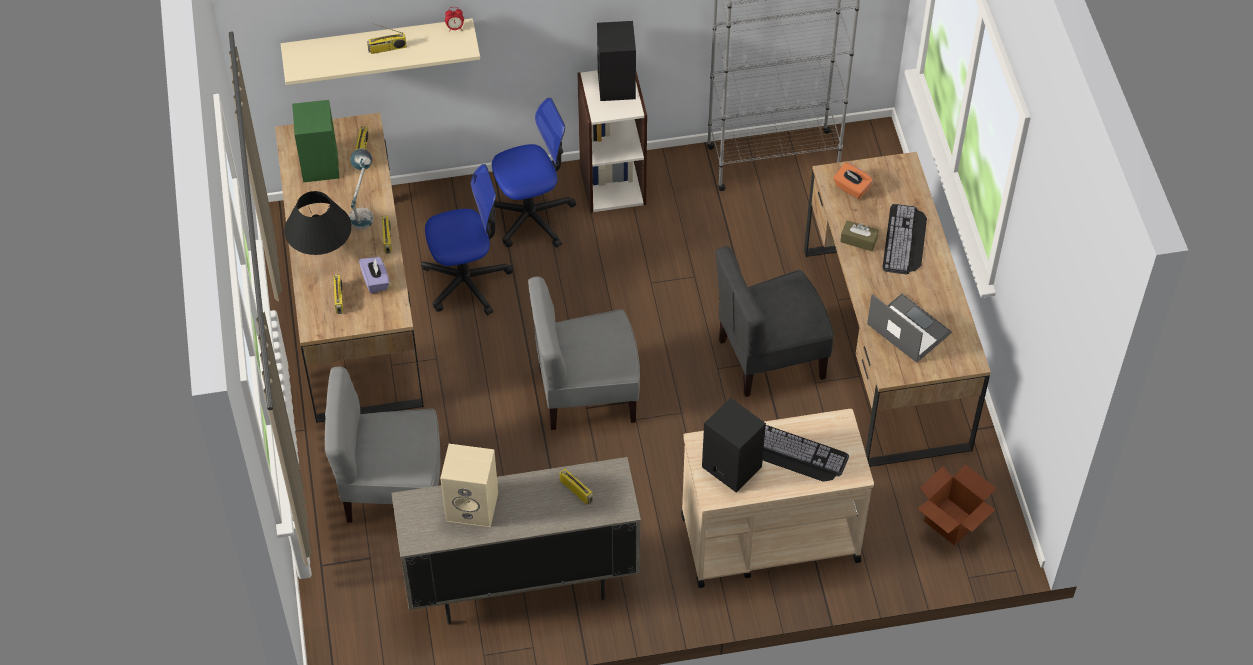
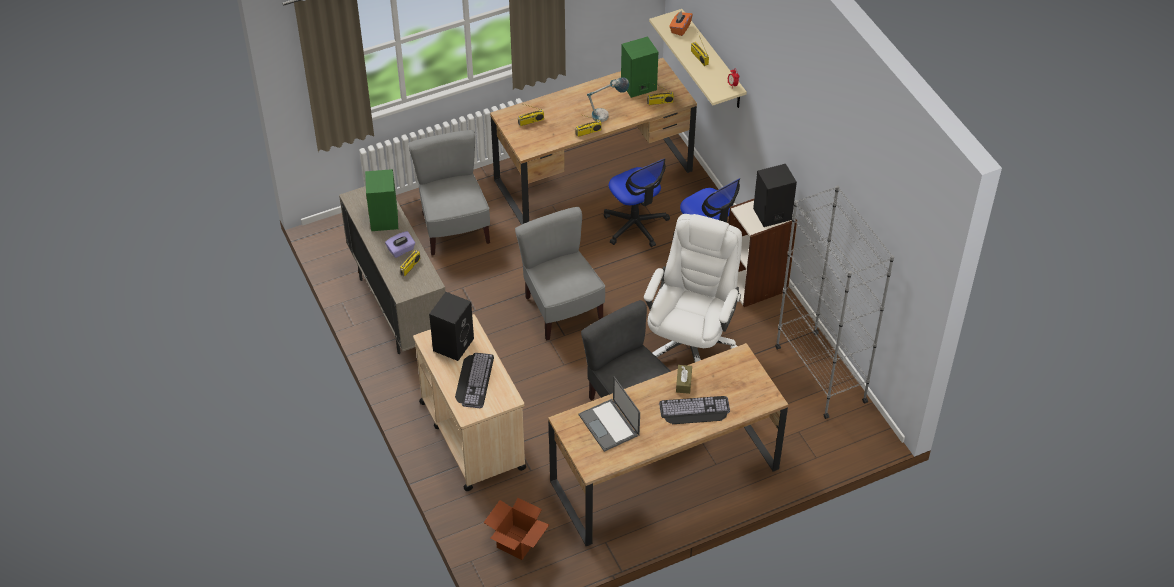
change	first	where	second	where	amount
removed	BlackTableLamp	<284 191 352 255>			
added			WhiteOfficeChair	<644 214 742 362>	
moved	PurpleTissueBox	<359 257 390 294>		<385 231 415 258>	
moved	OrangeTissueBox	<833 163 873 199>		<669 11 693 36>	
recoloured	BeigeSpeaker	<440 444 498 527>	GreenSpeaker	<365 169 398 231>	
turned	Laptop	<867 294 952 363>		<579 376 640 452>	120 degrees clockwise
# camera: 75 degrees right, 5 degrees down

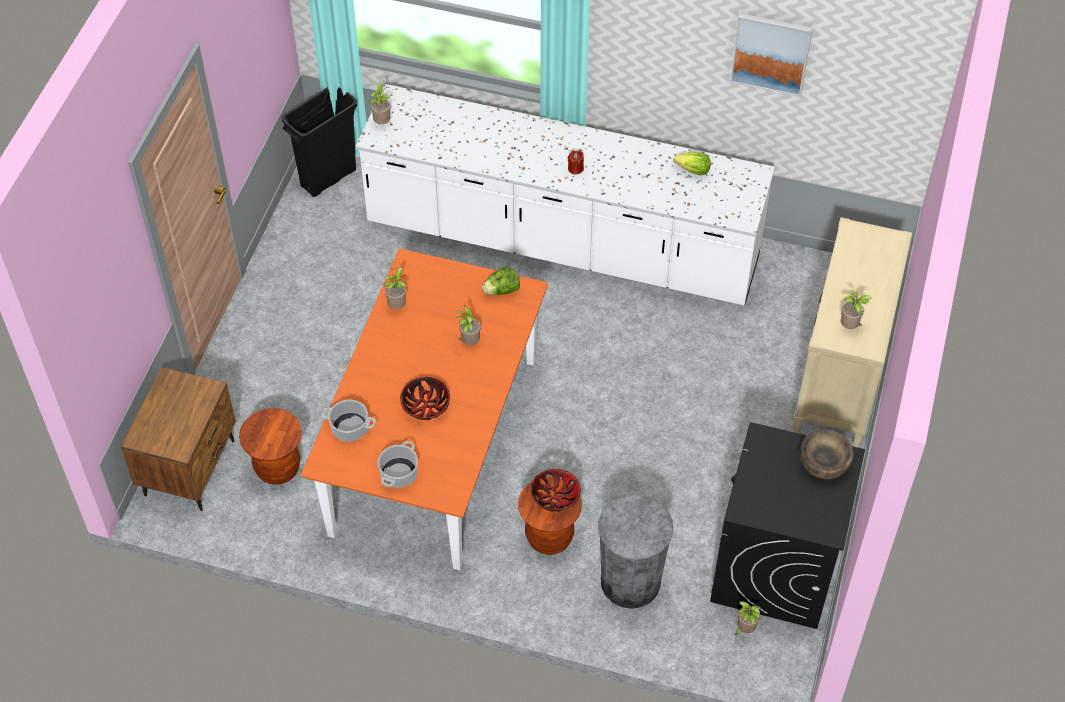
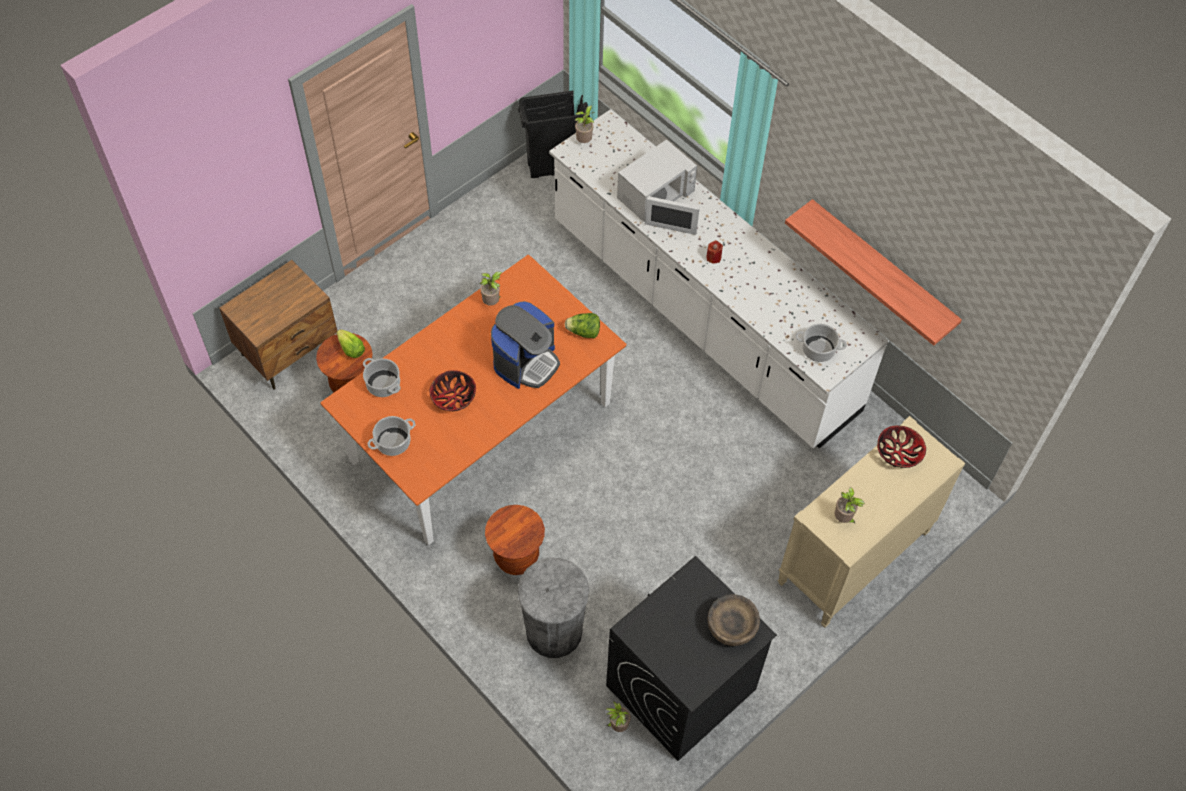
change	first	where	second	where	amount
removed	Picture	<730 13 813 97>			
added			WhiteMicrowave	<617 140 700 235>	
added			Shelf	<785 199 962 346>	
added			CookingPot	<796 324 847 362>	
moved	Bowl	<531 469 581 512>		<877 425 926 468>	
moved	Lettuce	<673 152 711 175>		<337 330 365 358>	
replaced	PottedPlant	<455 305 481 345>	CoffeeMachine	<491 301 560 389>	
# camera: 30 degrees right, 5 degrees up

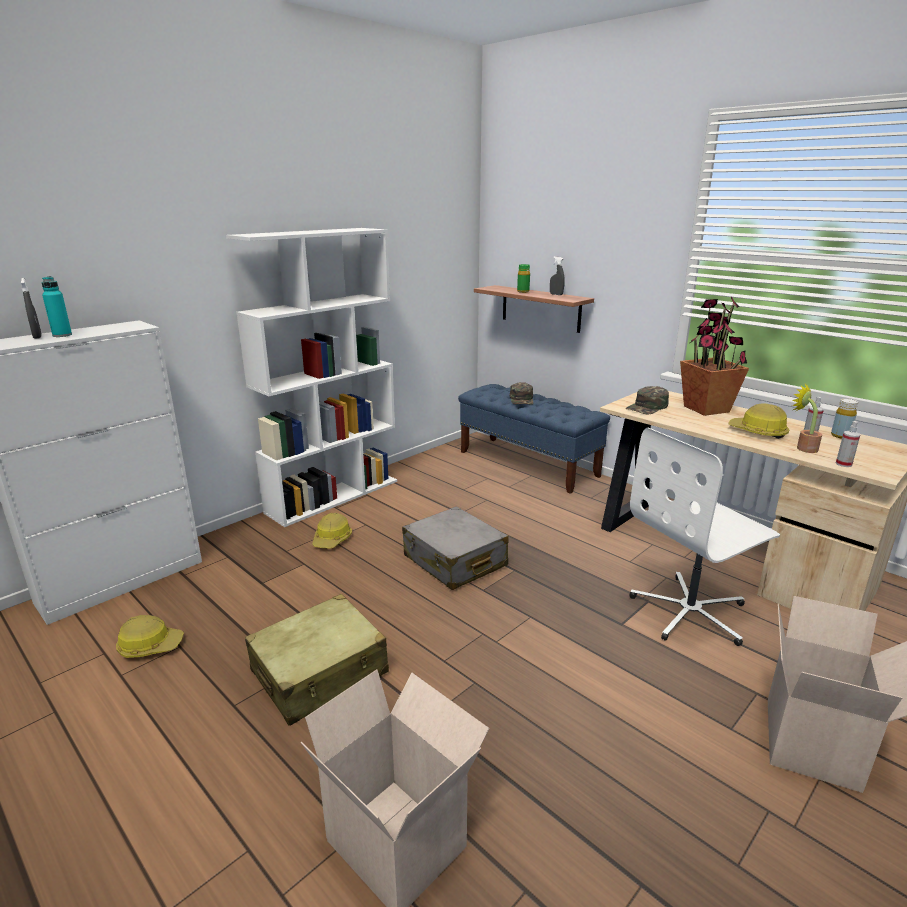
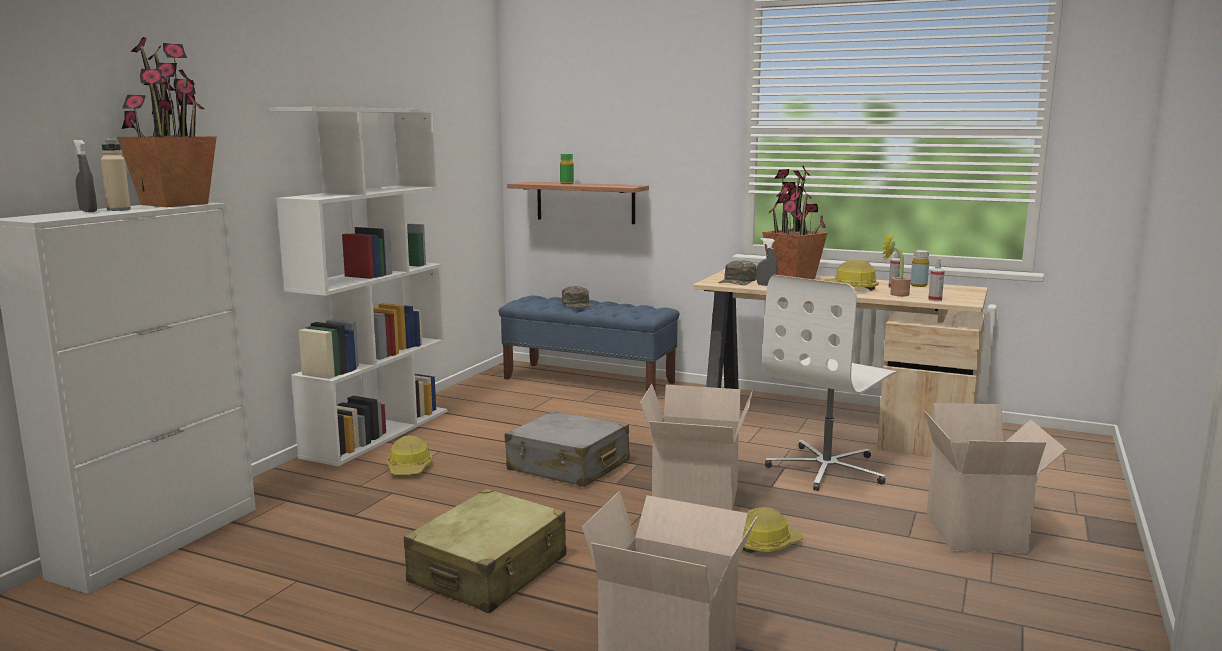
change	first	where	second	where	amount
added			PottedPlant	<117 37 217 207>	
added			CardboardBox	<640 384 753 510>	
moved	HardHat	<116 615 184 658>		<743 507 804 553>	
moved	GreySprayBottle	<550 256 565 295>		<757 238 778 286>	
recoloured	TurquoiseBottle	<42 276 72 337>	BeigeBottle	<101 138 131 211>	
# camera: 20 degrees left, 10 degrees down

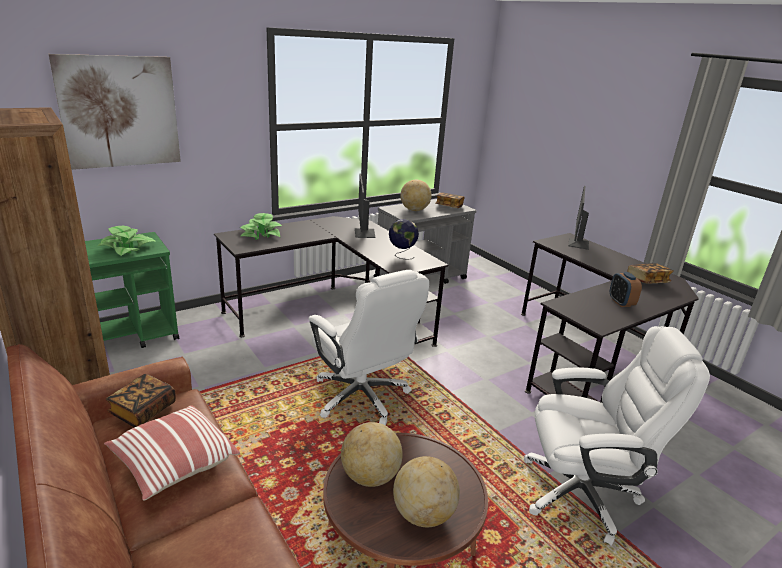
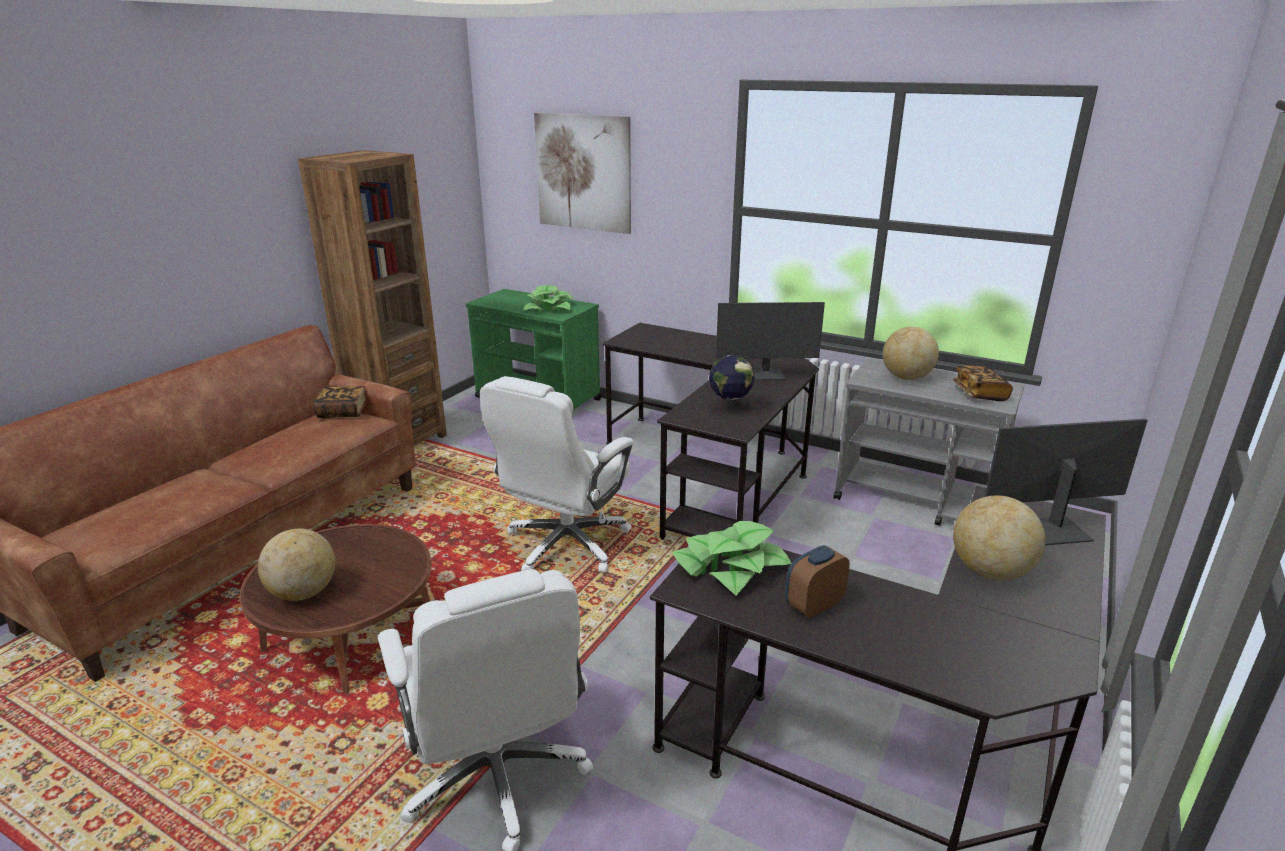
change	first	where	second	where	amount
removed	Pillow	<104 405 240 501>			
removed	Book	<627 263 674 283>			
moved	PottedPlant	<240 213 282 240>		<672 521 791 596>	
moved	Globe	<341 422 403 487>		<953 495 1046 580>	
turned	Monitor	<355 173 376 238>		<716 302 825 380>	150 degrees counterclockwise
# camera: 65 degrees right, 0 degrees up

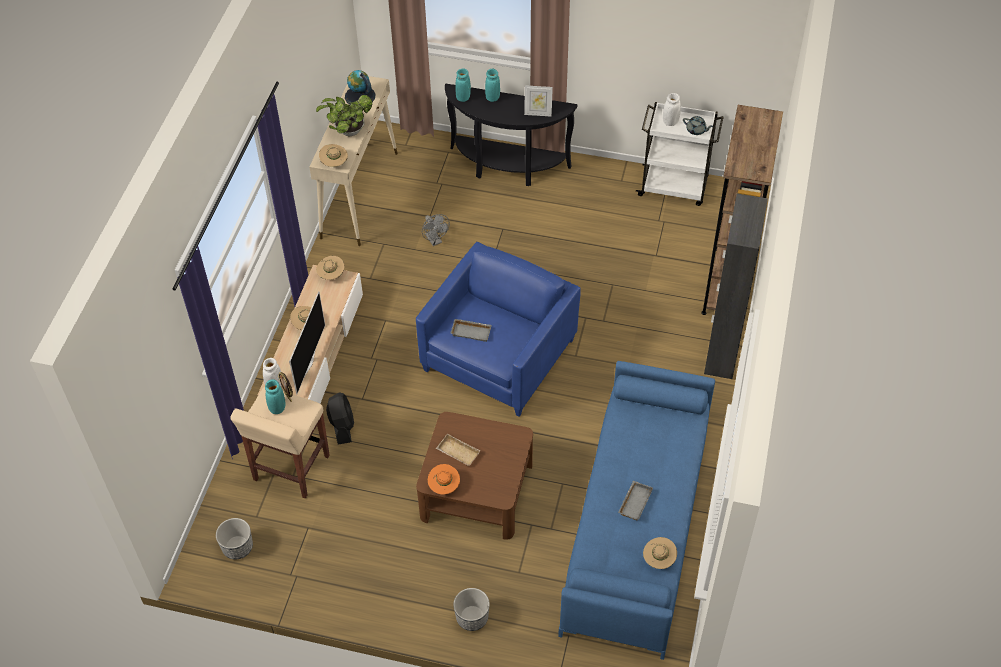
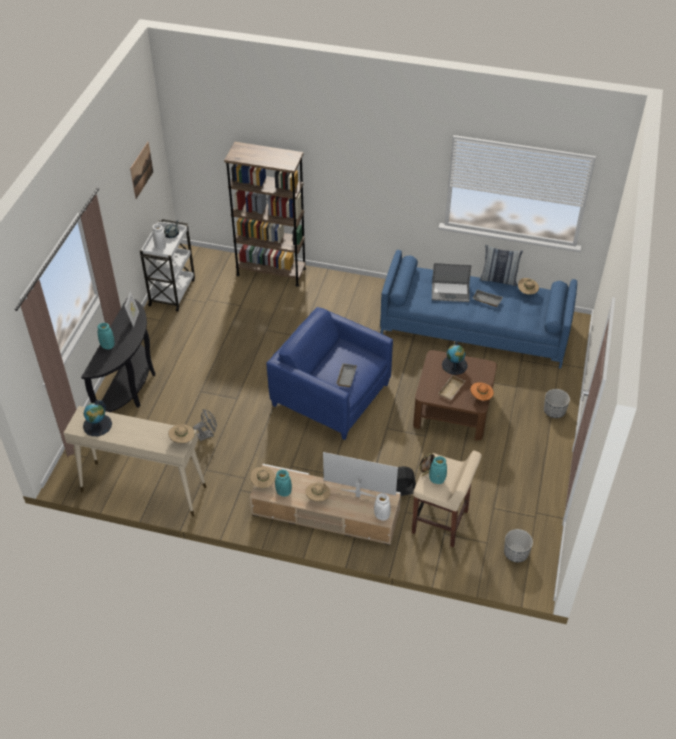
change	first	where	second	where	amount
removed	PottedPlant	<316 95 372 136>			
removed	BlackCabinet	<704 193 768 379>			
added			Picture	<130 142 153 199>	
added			Laptop	<432 263 472 302>	
added			Globe	<442 341 468 375>	
added			Pillow	<480 245 523 286>	
moved	TurquoiseVase	<455 69 471 102>		<275 470 292 497>	
# camera: 90 degrees left, 5 degrees down

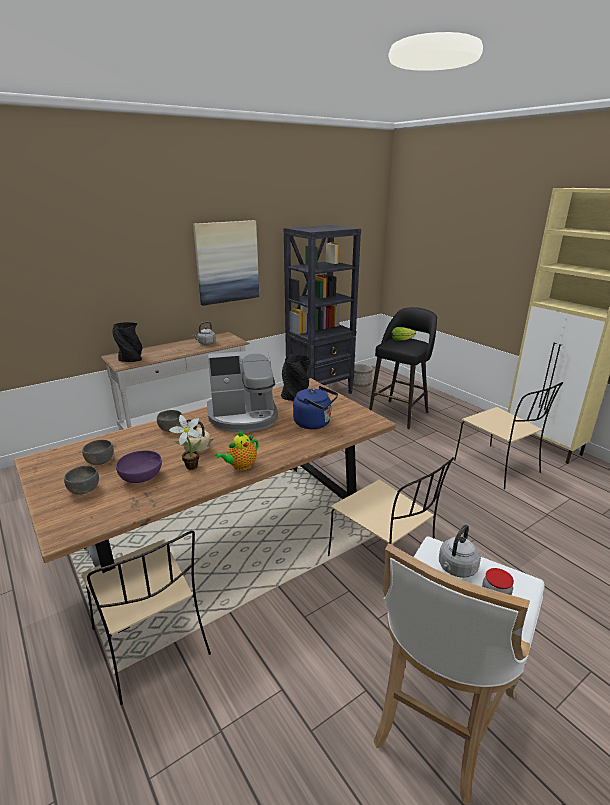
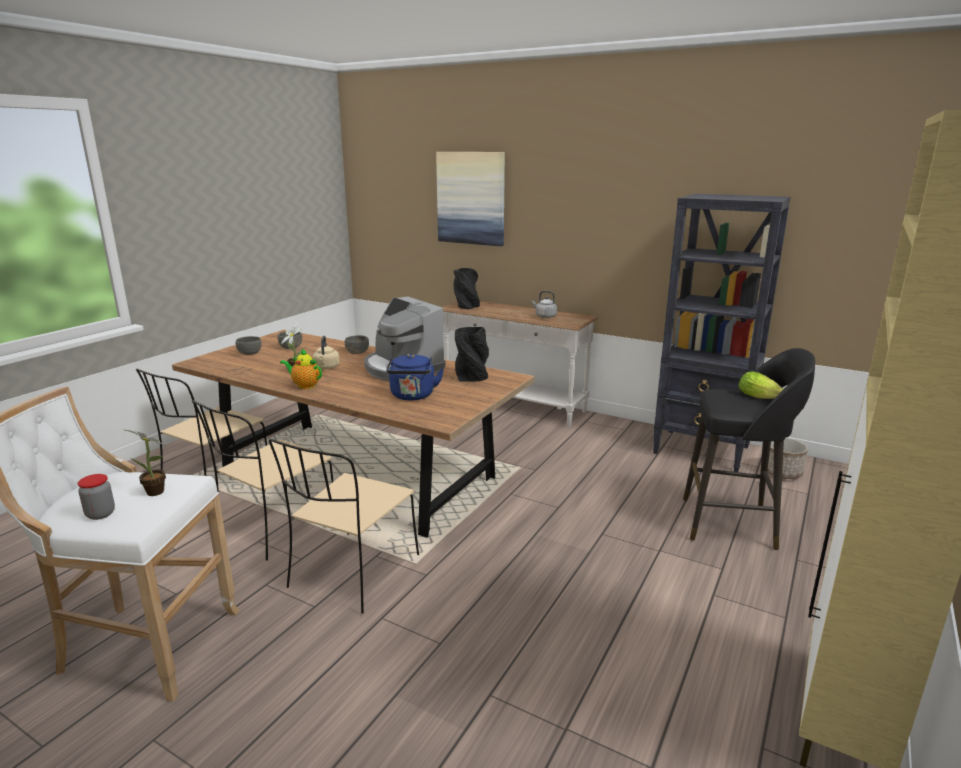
change	first	where	second	where	amount
removed	PurpleBowl	<116 450 162 483>			
moved	Picture	<193 220 259 306>		<436 152 505 246>	
moved	BeigeChair	<454 382 563 489>		<192 400 334 561>	
replaced	GreyKettle	<439 524 481 578>	PottedPlant	<125 430 168 496>	
# camera: 65 degrees right, 5 degrees down

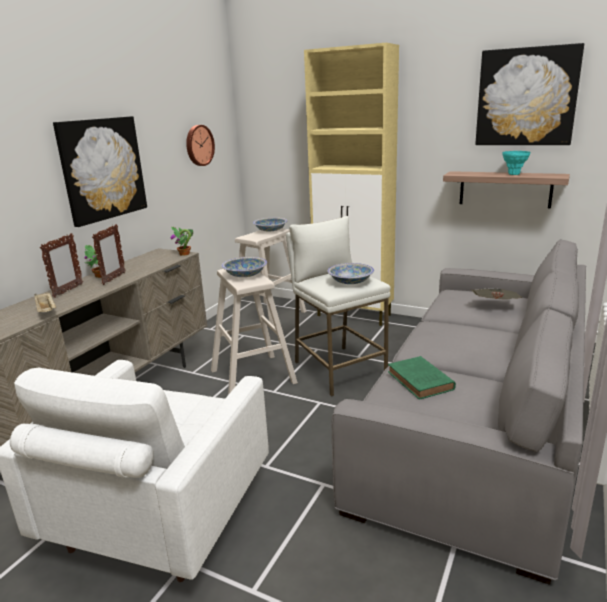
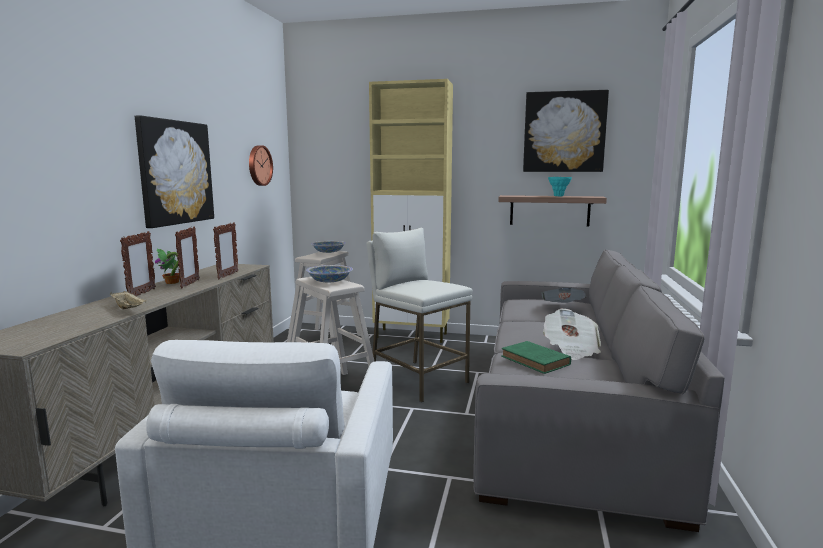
change	first	where	second	where	amount
removed	PottedPlant	<170 227 193 256>			
removed	Bowl	<327 263 374 284>			
added			PictureFrame	<213 222 239 279>	
added			Newspaper	<543 309 601 360>	
# camera: 15 degrees left, 10 degrees down

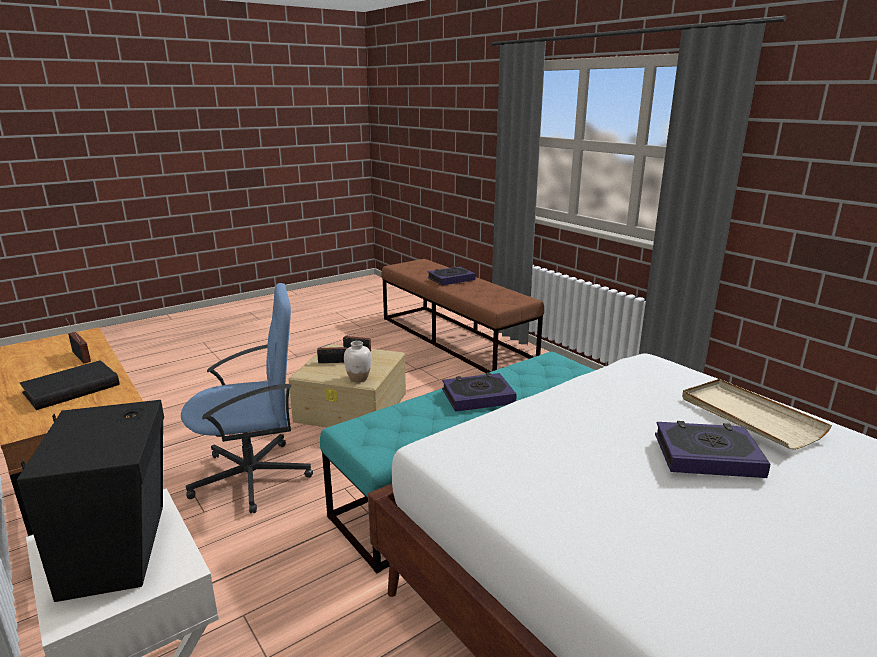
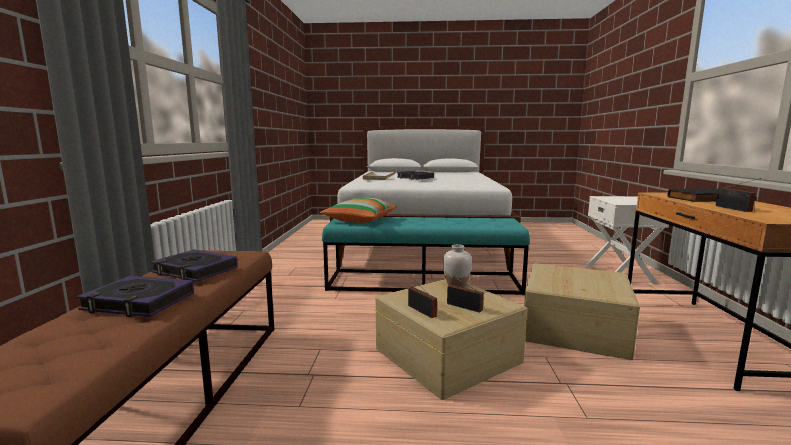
change	first	where	second	where	amount
removed	BlackSpeaker	<17 400 164 602>			
added			Pillow	<320 198 397 223>	
moved	Book	<442 373 516 412>		<150 250 237 282>	
replaced	BlueOfficeChair	<181 283 313 513>	BeigeStorageBox	<524 263 640 360>	
# camera: 140 degrees left, 10 degrees down

